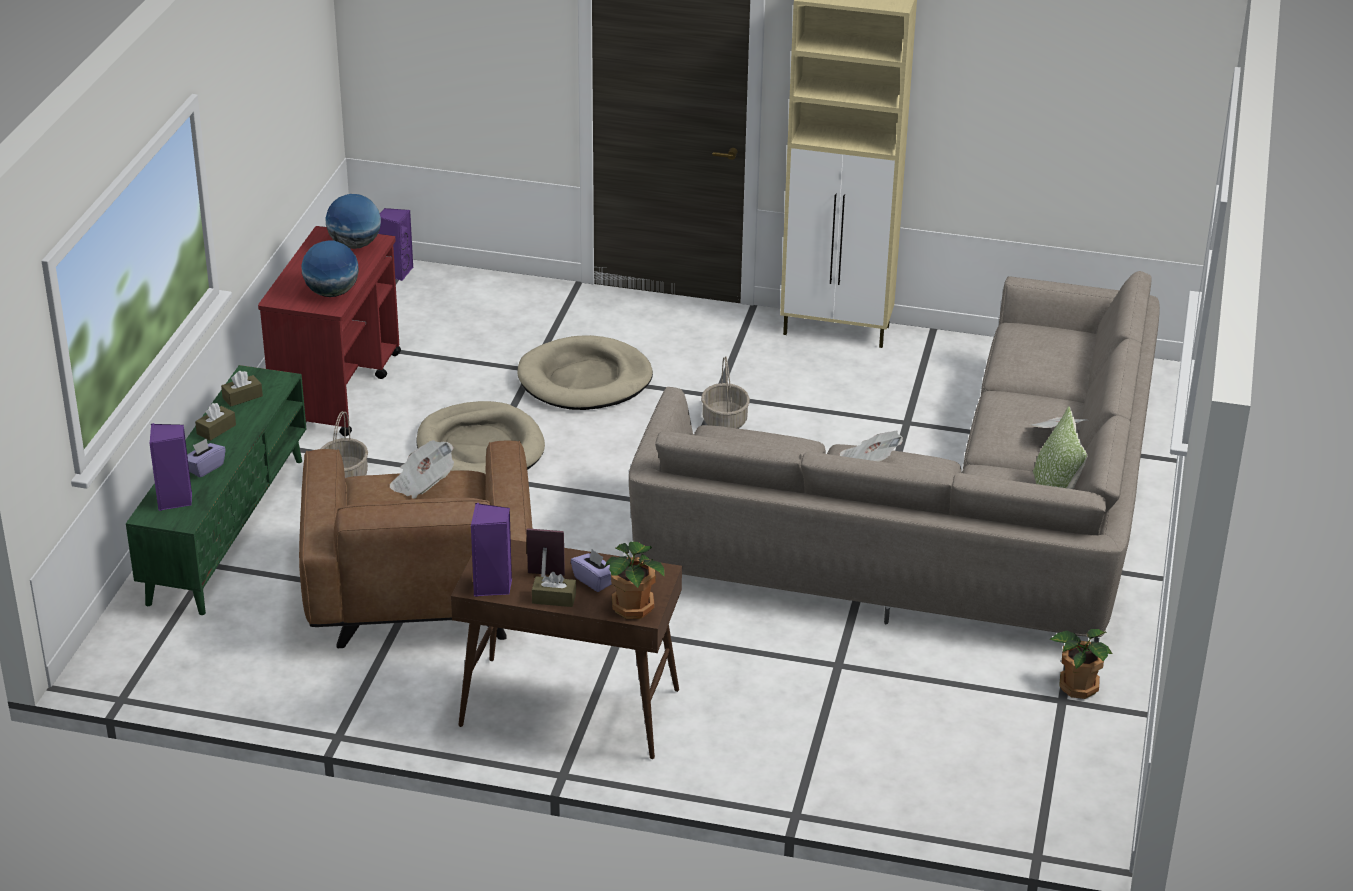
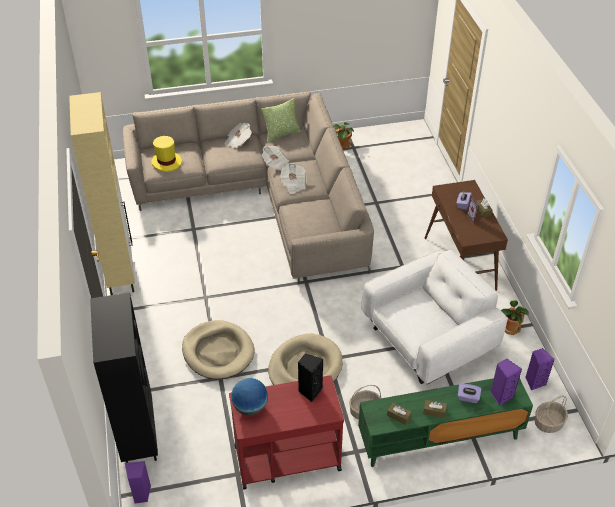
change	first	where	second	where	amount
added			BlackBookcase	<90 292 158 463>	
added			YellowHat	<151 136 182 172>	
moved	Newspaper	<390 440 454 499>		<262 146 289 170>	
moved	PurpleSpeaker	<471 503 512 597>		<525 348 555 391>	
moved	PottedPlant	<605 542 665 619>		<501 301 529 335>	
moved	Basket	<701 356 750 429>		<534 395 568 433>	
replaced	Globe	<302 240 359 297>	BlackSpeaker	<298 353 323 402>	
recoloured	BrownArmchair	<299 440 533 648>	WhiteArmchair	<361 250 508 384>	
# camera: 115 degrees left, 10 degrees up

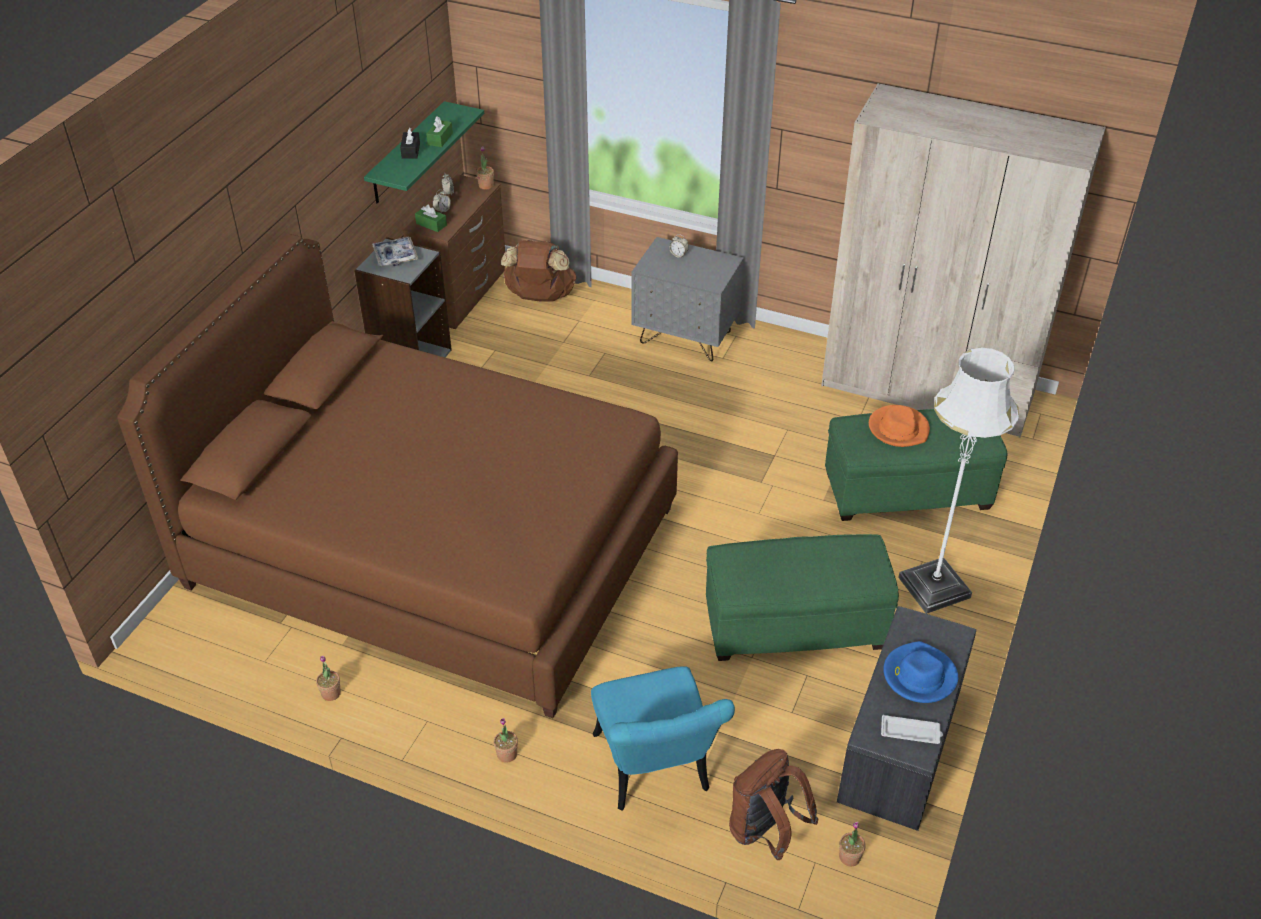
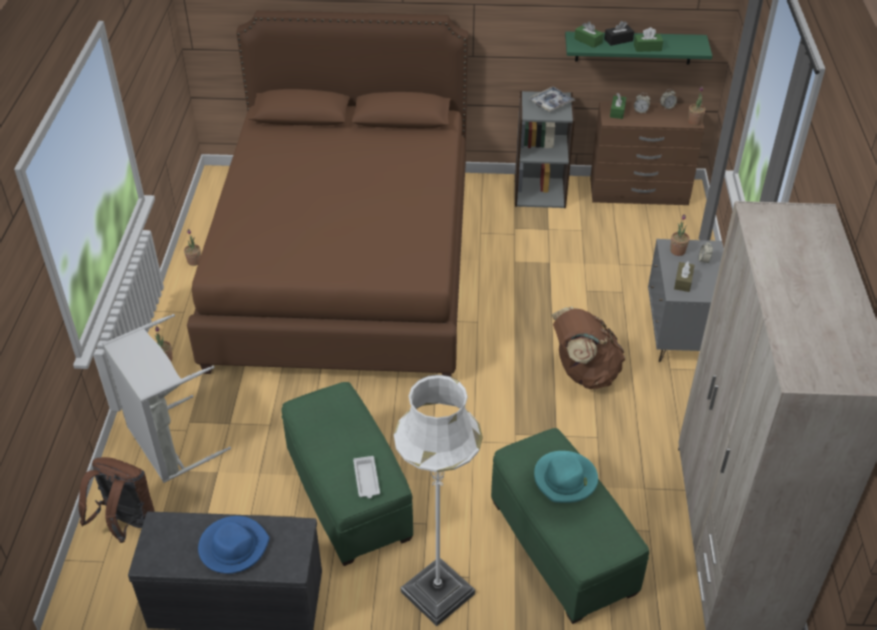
change	first	where	second	where	amount
added			GreenTissueBox	<574 21 604 48>	
added			BrownTissueBox	<674 261 695 292>	
moved	BrownBackpack	<501 240 577 302>		<552 307 625 389>	
moved	PottedPlant	<839 822 866 867>		<670 214 690 256>	
moved	WhiteTray	<881 715 943 744>		<353 456 380 498>	
replaced	TurquoiseChair	<591 666 735 811>	GreyLaundryBasket	<102 314 231 483>	
recoloured	OrangeHat	<869 405 930 447>	TurquoiseHat	<534 451 598 503>	
# camera: 70 degrees right, 0 degrees up

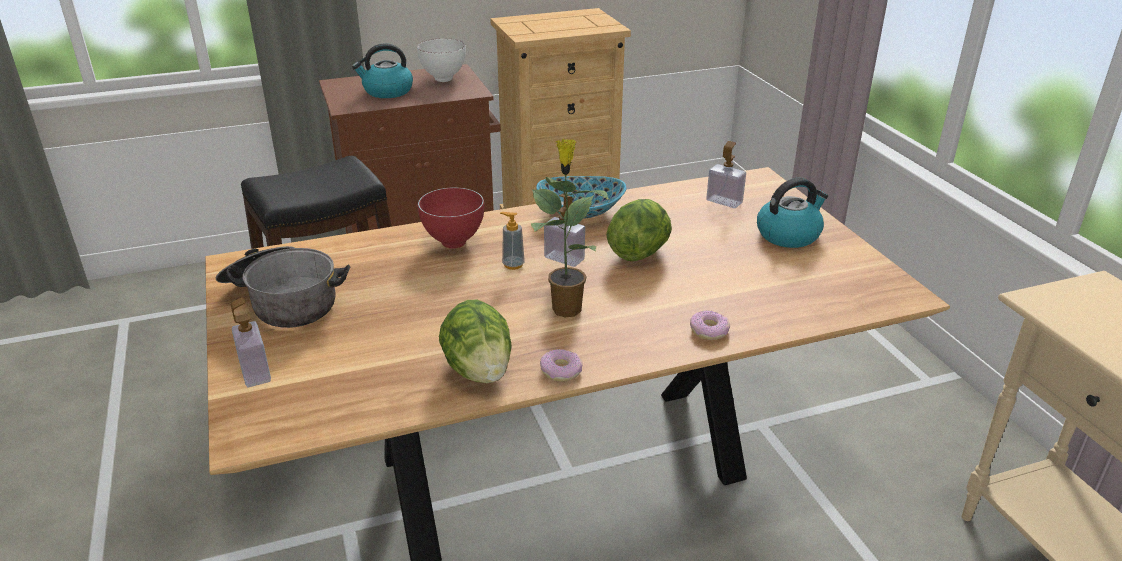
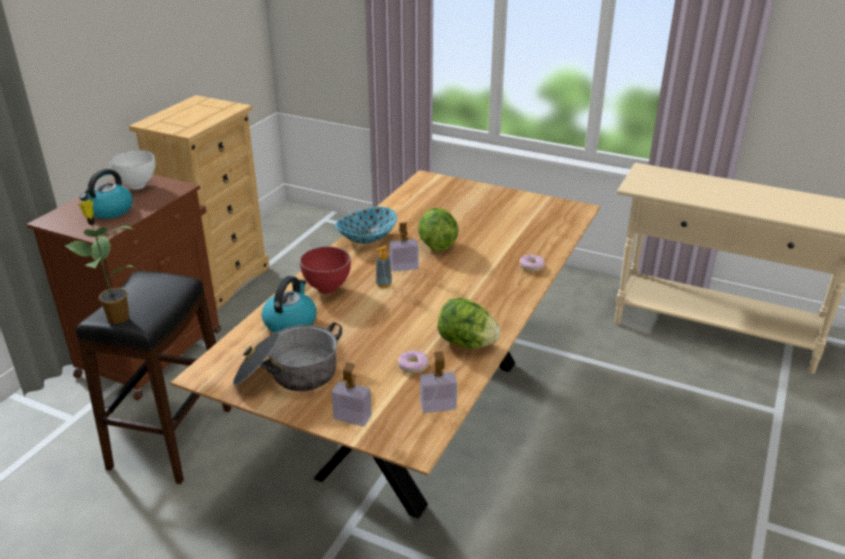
change	first	where	second	where	amount
moved	PottedPlant	<531 139 610 318>		<64 200 135 324>	
moved	Donut	<540 349 583 382>		<398 351 429 373>	
moved	SoapDispenser	<706 141 746 208>		<420 351 457 413>	
moved	Kettle	<757 178 828 248>		<261 276 317 333>	
# camera: 45 degrees left, 0 degrees up

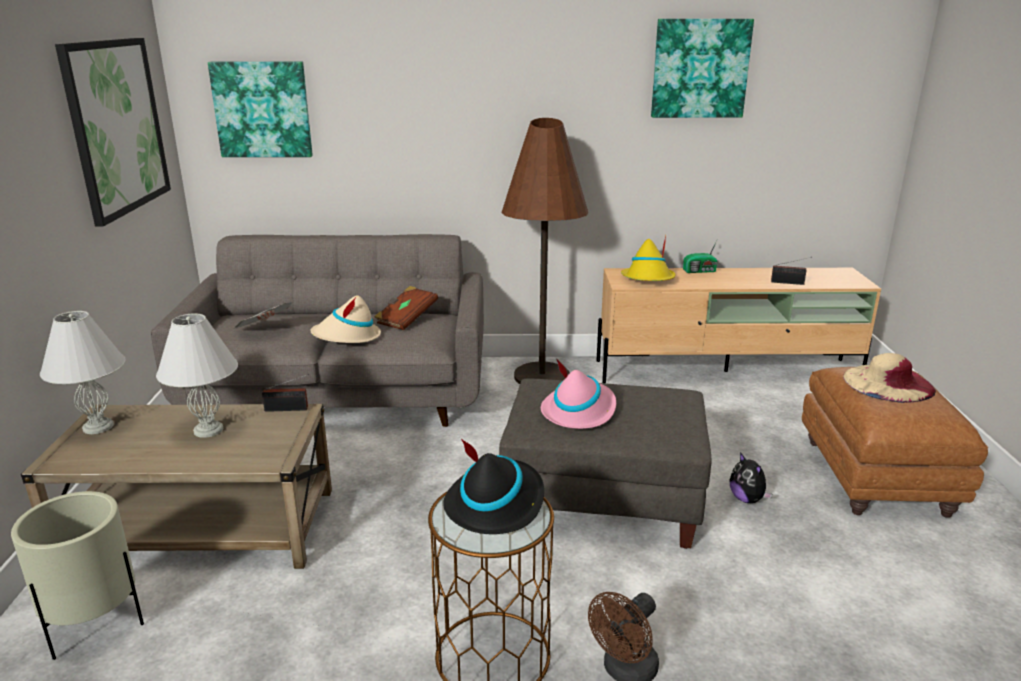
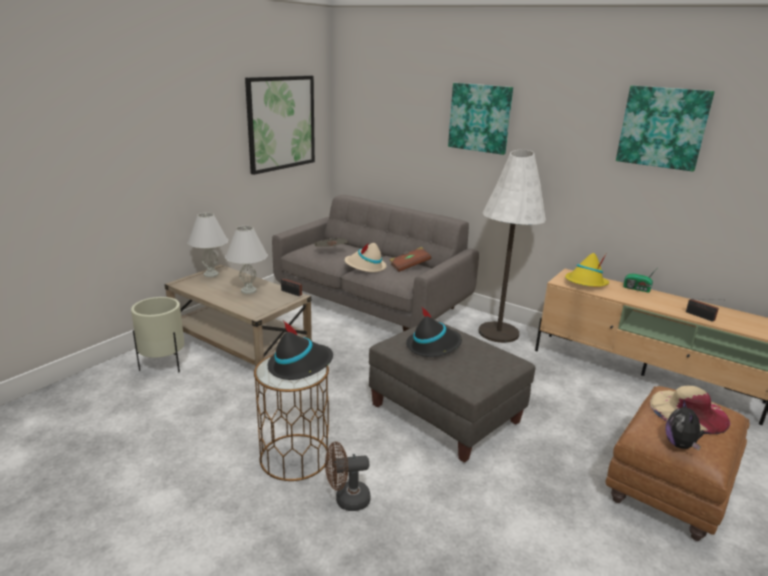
change	first	where	second	where	amount
moved	Picture	<208 62 313 157>		<448 83 513 155>	
moved	PlushToy	<729 452 772 503>		<665 400 704 450>	
recoloured	BrownFloorLamp	<501 118 588 384>	WhiteFloorLamp	<479 150 546 343>	
recoloured	PinkHat	<541 360 616 429>	BlackHat	<406 306 462 357>	
# camera: 35 degrees right, 0 degrees up

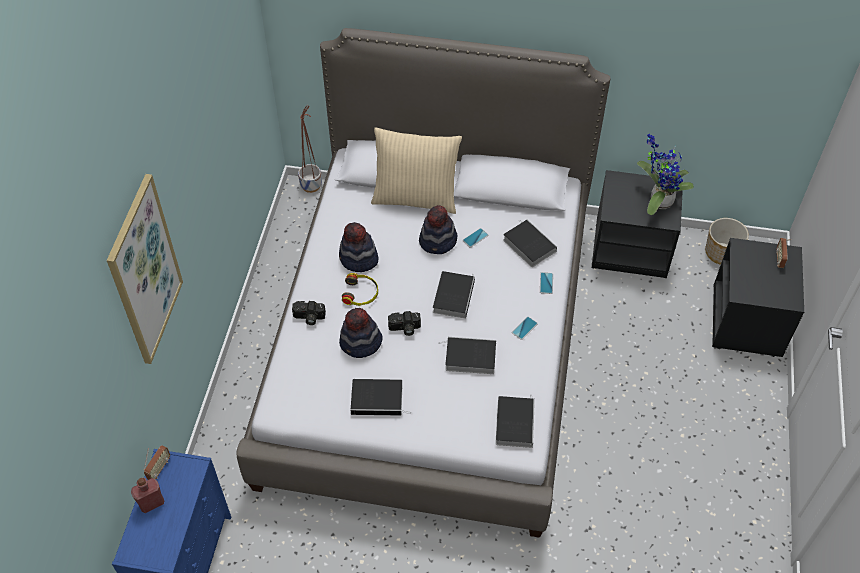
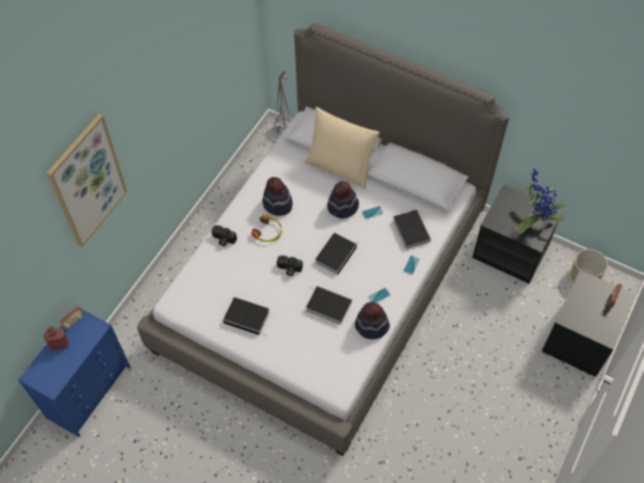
change	first	where	second	where	amount
removed	Book	<495 395 535 448>			
moved	Hat	<339 308 383 358>		<355 302 390 339>	
# camera: 20 degrees right, 5 degrees up

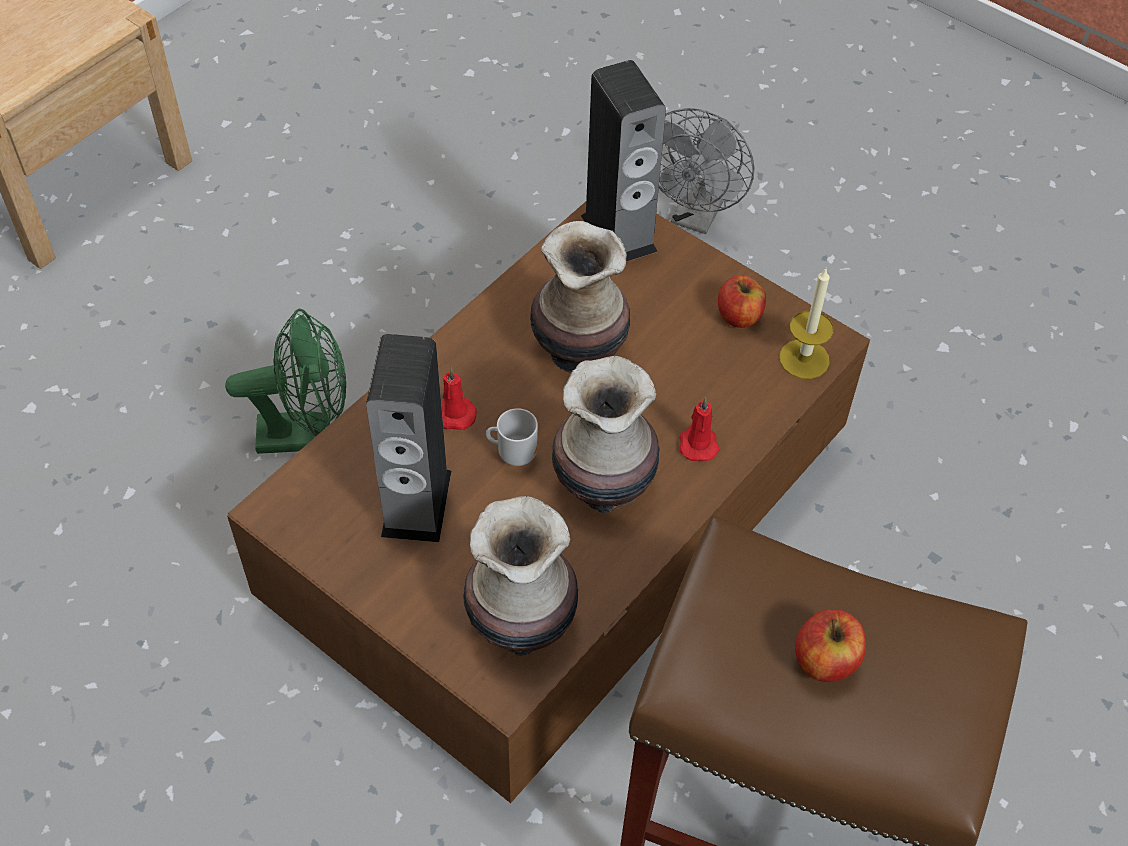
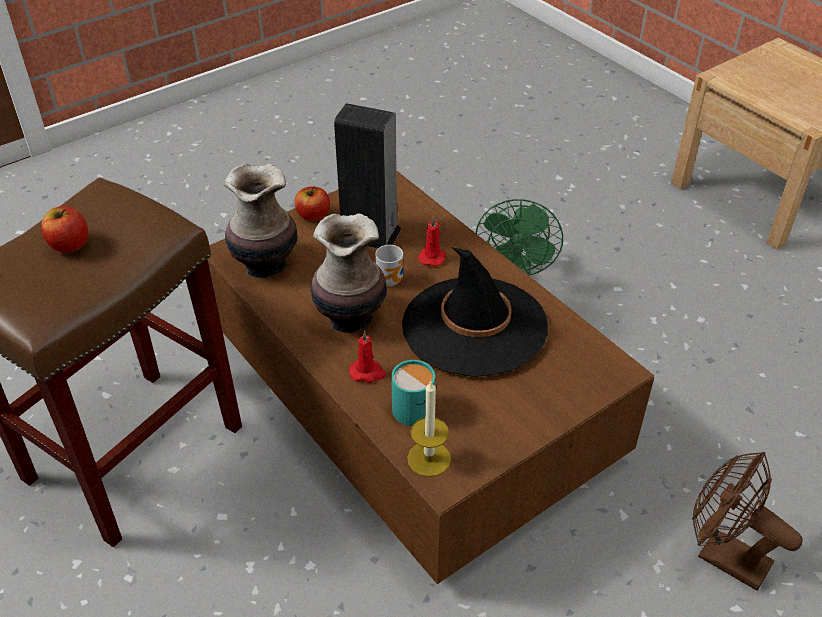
change	first	where	second	where	amount
removed	Speaker	<581 60 666 262>			
added			TurquoiseMug	<391 360 437 426>	
moved	Apple	<718 275 766 328>		<295 186 330 221>	
replaced	Vase	<530 221 630 373>	BlackHat	<402 247 548 377>	
recoloured	GreyFan	<659 108 755 234>	BrownFan	<692 452 803 591>	
# camera: 105 degrees right, 10 degrees down

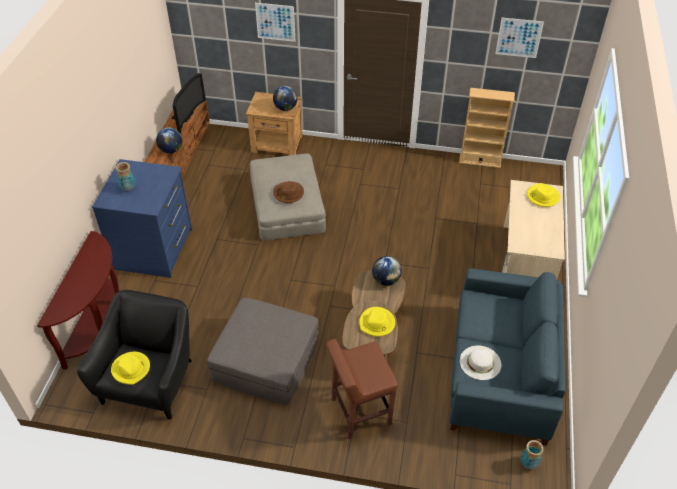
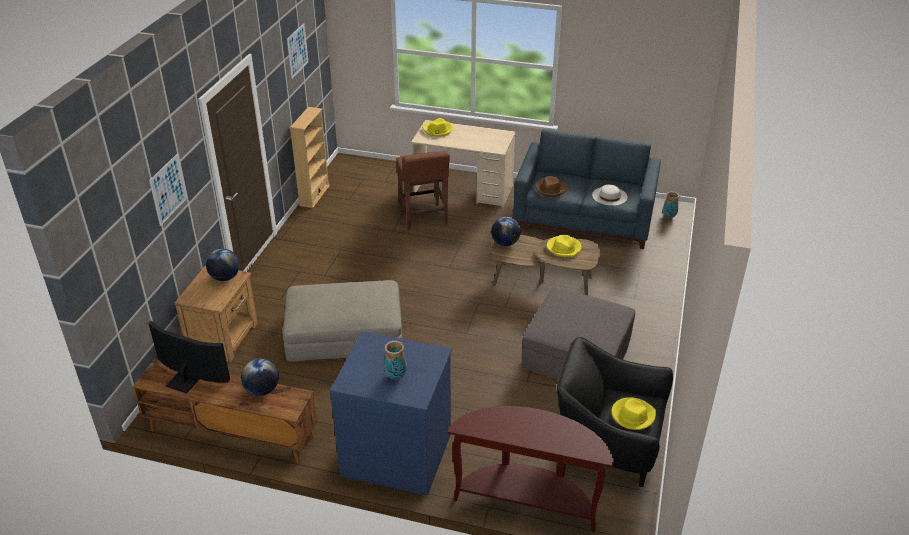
change	first	where	second	where	amount
moved	BrownHat	<273 181 304 203>		<536 176 567 197>	
moved	BrownStool	<326 339 398 439>		<396 151 450 230>	
# camera: 85 degrees left, 10 degrees down

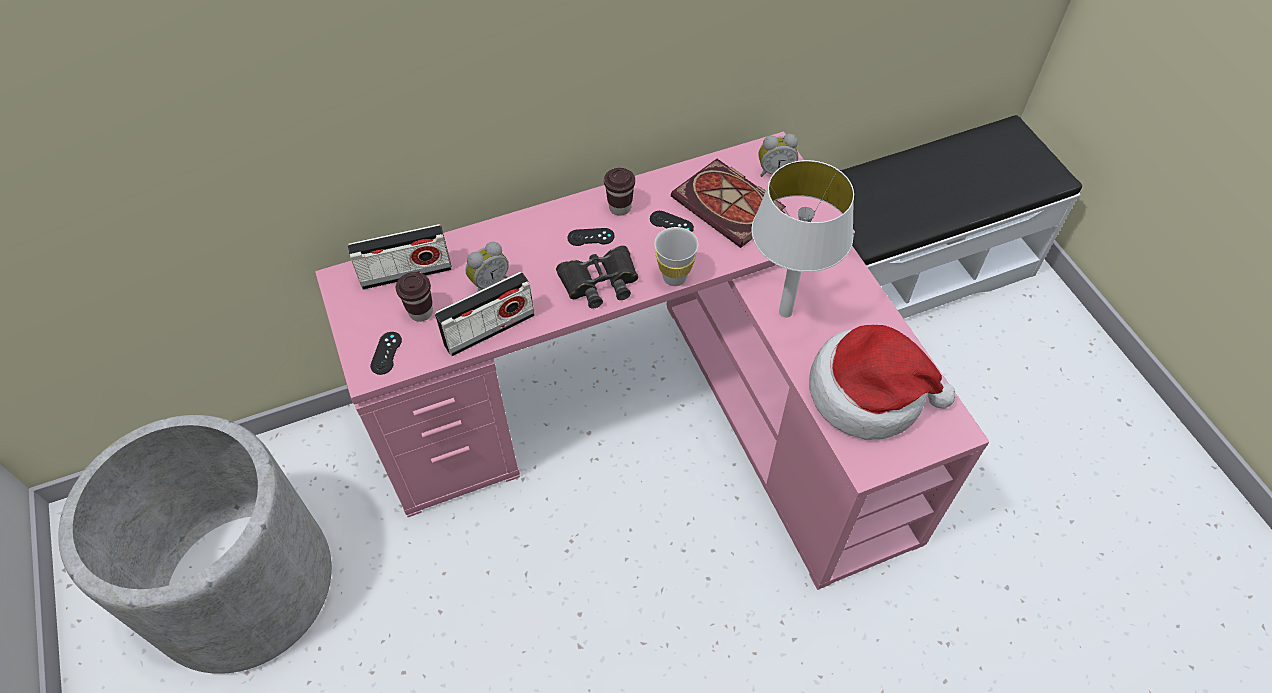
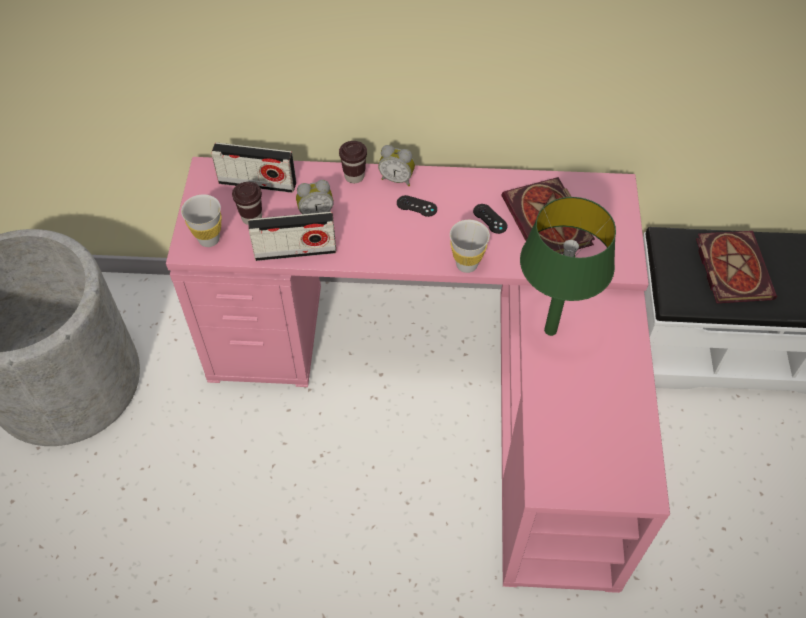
change	first	where	second	where	amount
removed	BlackBinoculars	<556 245 638 309>			
removed	Hat	<809 325 955 439>			
added			Book	<696 231 777 303>	
moved	BrownCup	<604 168 635 216>		<339 141 367 183>	
moved	AlarmClock	<758 134 798 177>		<378 145 415 186>	
replaced	BlackGameController	<370 332 402 375>	WhiteCup	<181 194 222 247>	
recoloured	WhiteTableLamp	<751 160 854 318>	GreenTableLamp	<520 197 616 336>	
# camera: 25 degrees right, 0 degrees up

